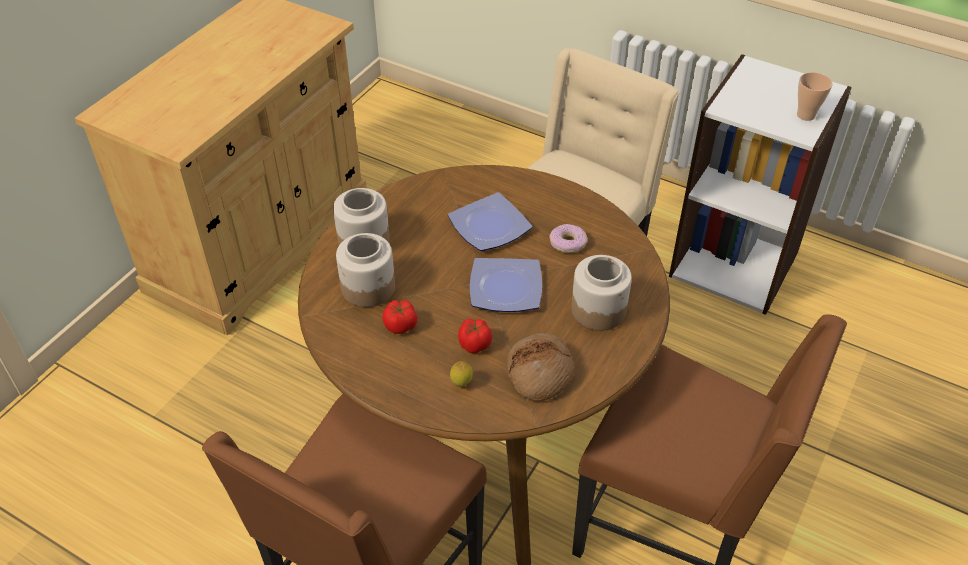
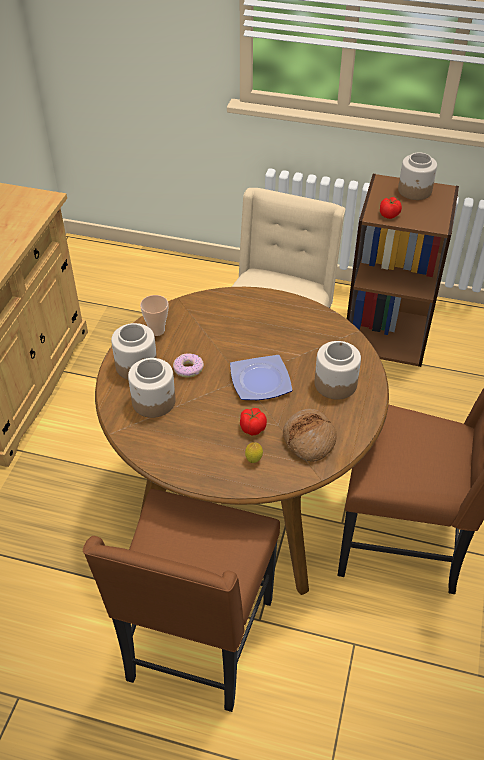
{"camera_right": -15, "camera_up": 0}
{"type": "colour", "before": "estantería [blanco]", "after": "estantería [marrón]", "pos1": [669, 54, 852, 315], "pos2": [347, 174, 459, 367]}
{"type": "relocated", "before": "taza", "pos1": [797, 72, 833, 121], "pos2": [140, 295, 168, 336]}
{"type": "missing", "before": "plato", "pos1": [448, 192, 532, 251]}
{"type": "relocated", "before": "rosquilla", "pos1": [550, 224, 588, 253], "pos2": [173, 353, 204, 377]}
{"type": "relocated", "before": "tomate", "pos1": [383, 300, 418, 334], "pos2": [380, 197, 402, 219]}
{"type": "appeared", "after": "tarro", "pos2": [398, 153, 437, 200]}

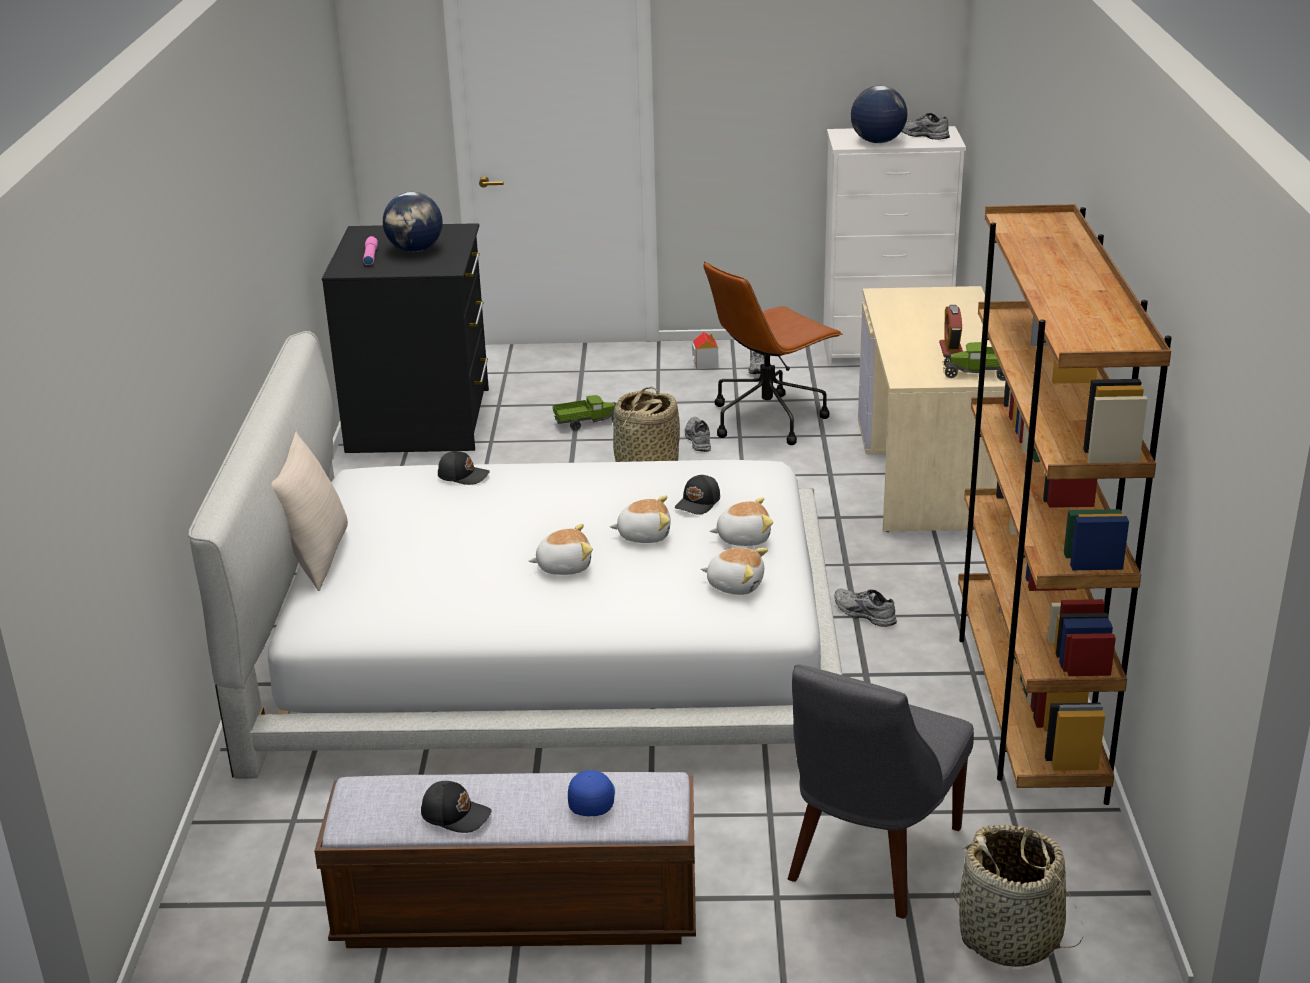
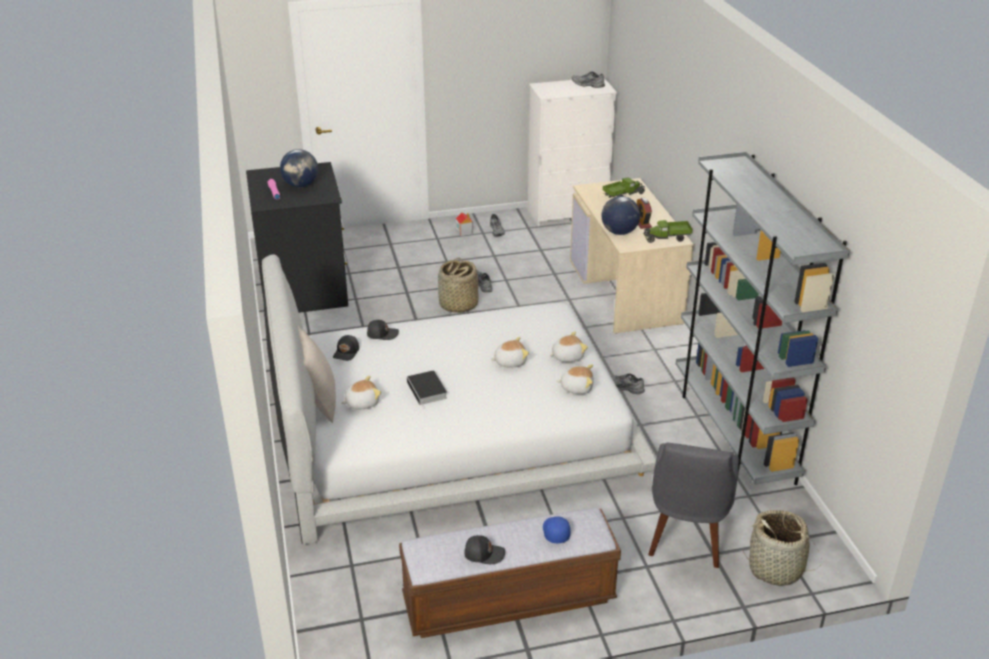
{"camera_right": -15, "camera_up": 5}
{"type": "relocated", "before": "globo terráqueo", "pos1": [851, 86, 907, 143], "pos2": [601, 196, 640, 235]}
{"type": "colour", "before": "estantería [marrón]", "after": "estantería [gris]", "pos1": [958, 204, 1172, 805], "pos2": [676, 152, 850, 485]}
{"type": "missing", "before": "silla de oficina [marrón]", "pos1": [703, 261, 842, 445]}
{"type": "relocated", "before": "camión de juguete", "pos1": [553, 395, 616, 431], "pos2": [603, 177, 645, 198]}
{"type": "relocated", "before": "gorra [negro]", "pos1": [675, 475, 720, 515], "pos2": [333, 335, 359, 361]}
{"type": "relocated", "before": "peluche", "pos1": [529, 524, 593, 575], "pos2": [342, 376, 381, 409]}
{"type": "appeared", "after": "libro", "pos2": [407, 370, 447, 408]}

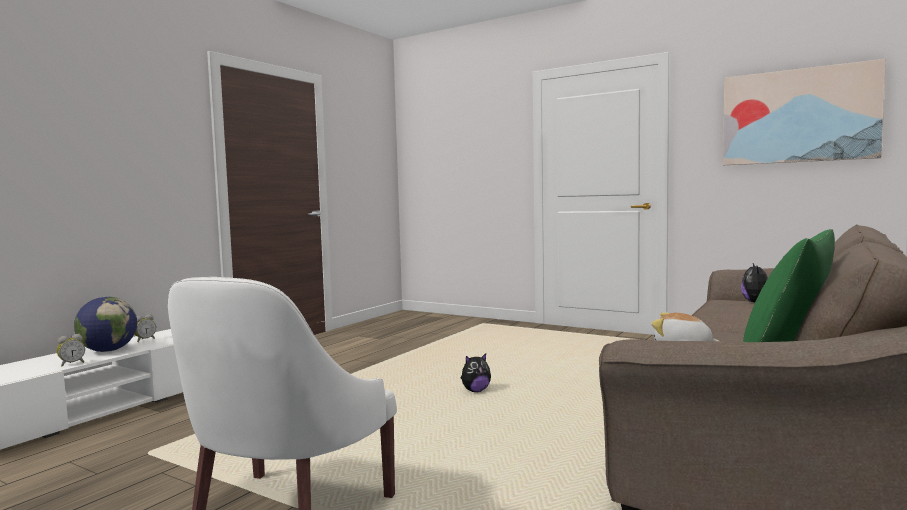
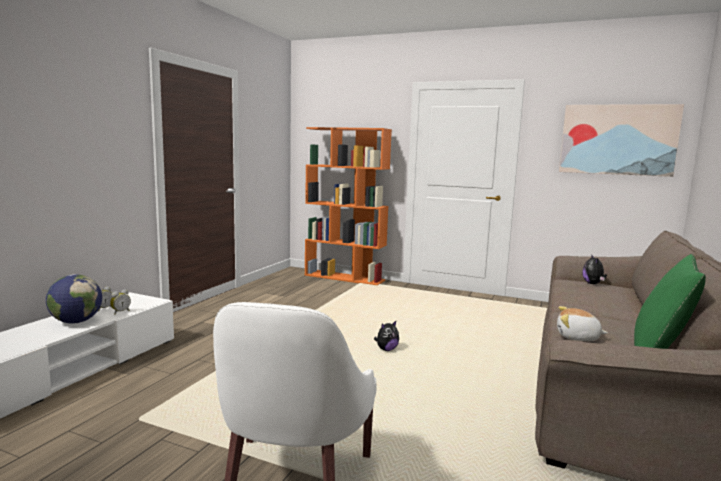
{"camera_right": -10, "camera_up": 5}
{"type": "relocated", "before": "despertador", "pos1": [57, 334, 85, 366], "pos2": [110, 289, 131, 314]}
{"type": "appeared", "after": "estantería [naranja]", "pos2": [305, 127, 392, 285]}

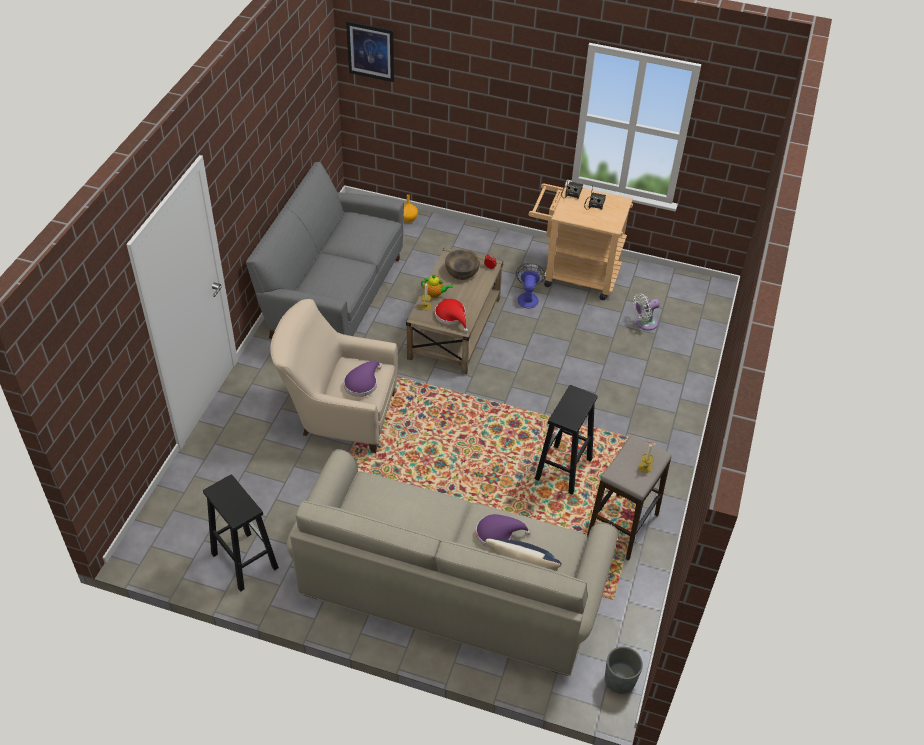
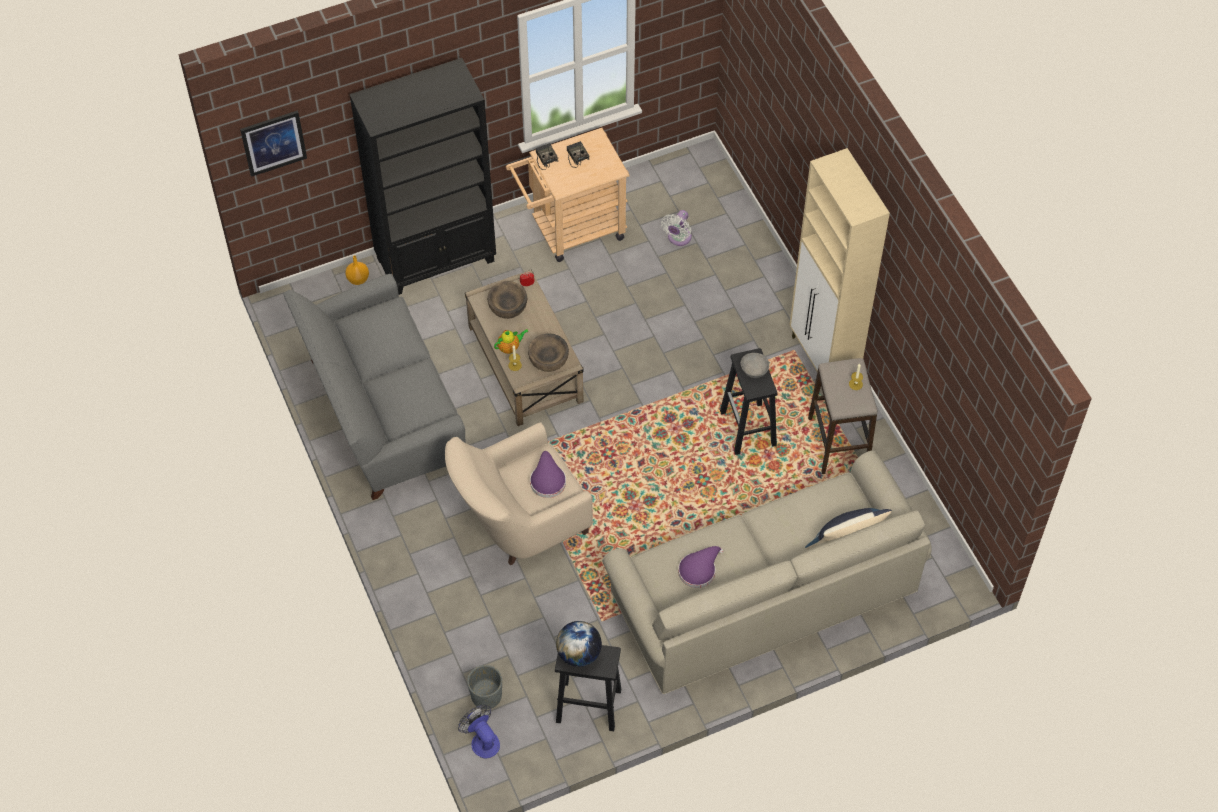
{"camera_right": -40, "camera_up": 10}
{"type": "relocated", "before": "ventilador", "pos1": [516, 263, 545, 308], "pos2": [458, 705, 500, 758]}
{"type": "exchanged", "before": "sombrero [rojo]", "after": "cuenco [marrón]", "pos1": [435, 299, 468, 333], "pos2": [528, 333, 569, 372]}
{"type": "relocated", "before": "sombrero [morado]", "pos1": [476, 514, 531, 548], "pos2": [678, 546, 723, 588]}
{"type": "relocated", "before": "maceta [gris]", "pos1": [605, 647, 643, 694], "pos2": [467, 665, 502, 709]}
{"type": "appeared", "after": "estantería [negro]", "pos2": [349, 58, 496, 295]}
{"type": "appeared", "after": "armario [beis]", "pos2": [789, 148, 890, 372]}
{"type": "appeared", "after": "cuenco [gris]", "pos2": [741, 353, 769, 378]}
{"type": "appeared", "after": "globo terráqueo", "pos2": [556, 621, 602, 667]}

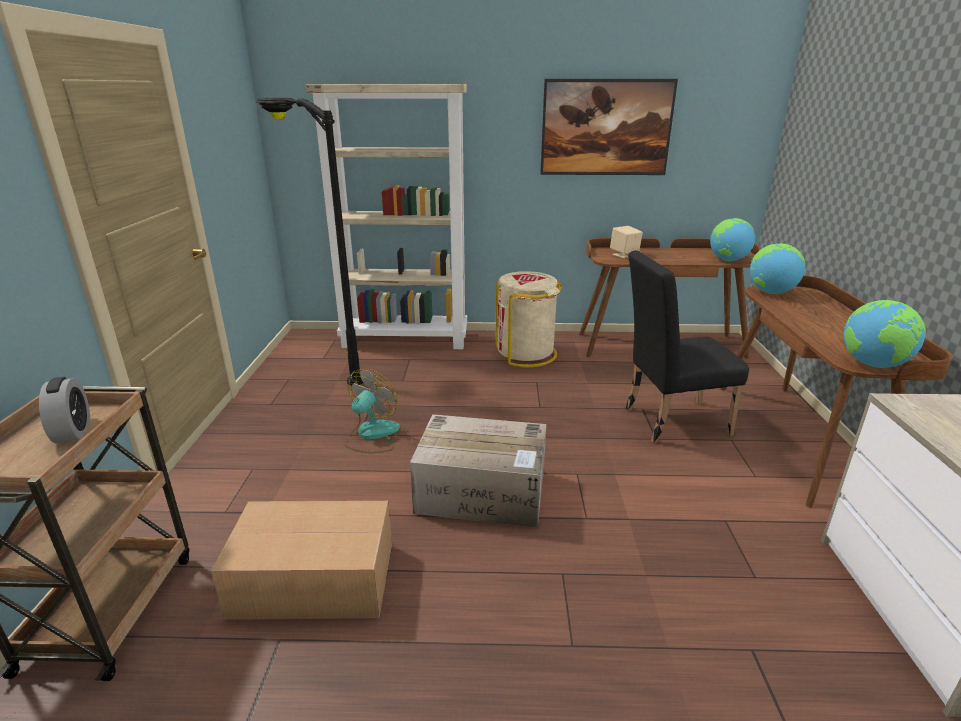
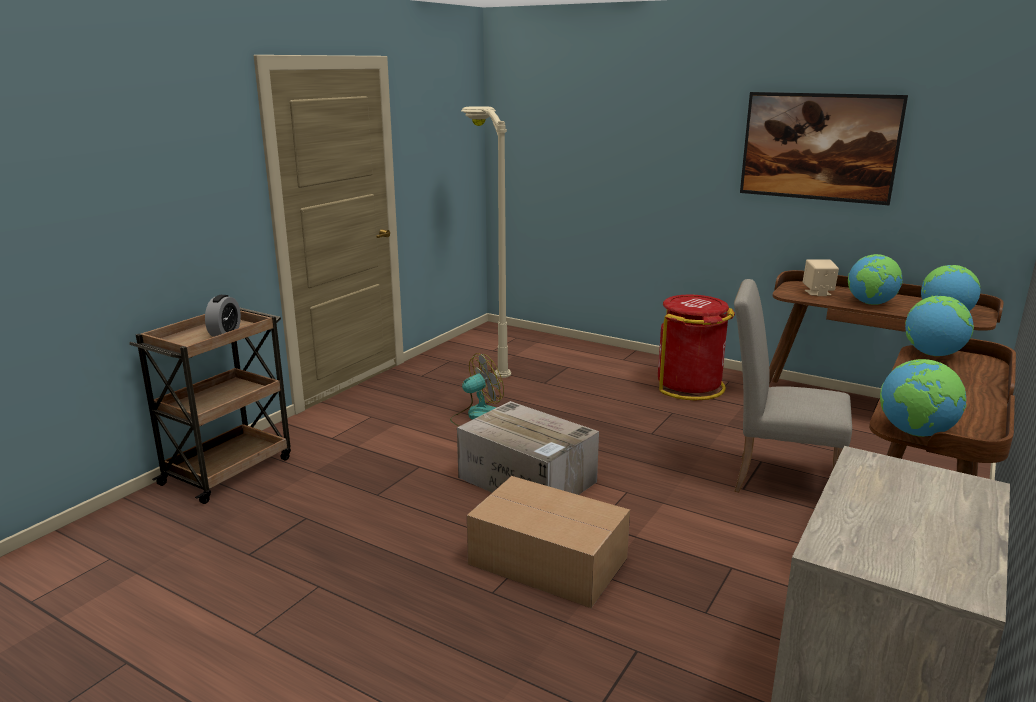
{"camera_right": 30, "camera_up": -5}
{"type": "missing", "before": "estantería [beis]", "pos1": [306, 84, 467, 349]}
{"type": "colour", "before": "lámpara de pie [negro]", "after": "lámpara de pie [beis]", "pos1": [256, 98, 363, 385], "pos2": [461, 106, 511, 378]}
{"type": "colour", "before": "silla [negro]", "after": "silla [beis]", "pos1": [626, 250, 749, 444], "pos2": [734, 279, 852, 492]}
{"type": "colour", "before": "papelera [beis]", "after": "papelera [rojo]", "pos1": [495, 271, 562, 368], "pos2": [658, 295, 735, 400]}
{"type": "relocated", "before": "caja de cartón", "pos1": [211, 501, 392, 620], "pos2": [467, 476, 630, 608]}
{"type": "appeared", "after": "globo terráqueo", "pos2": [848, 254, 902, 305]}

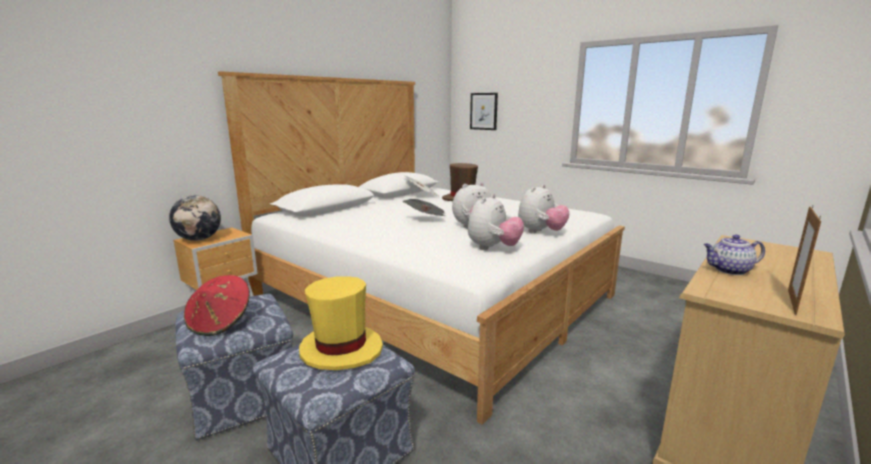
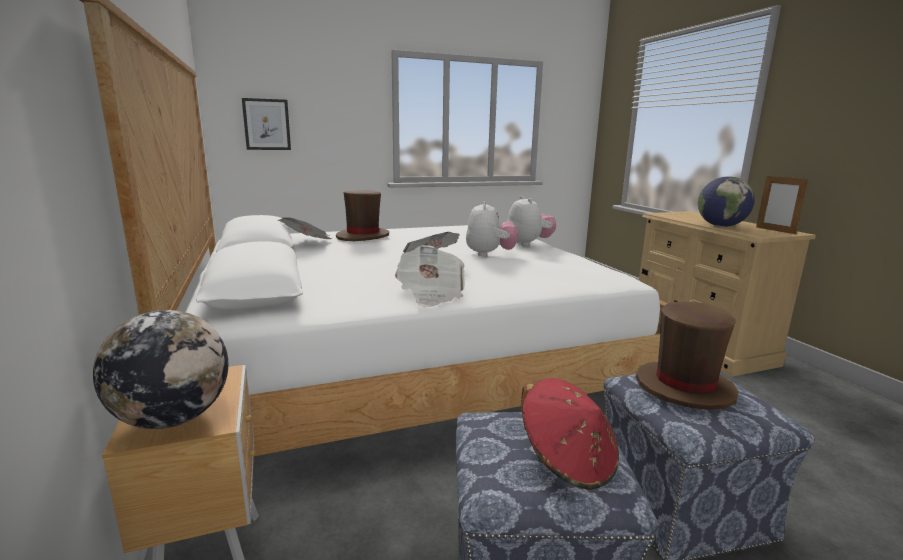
{"camera_right": -60, "camera_up": 0}
{"type": "missing", "before": "peluche", "pos1": [468, 194, 524, 250]}
{"type": "exchanged", "before": "tetera", "after": "globo terráqueo", "pos1": [704, 235, 765, 275], "pos2": [698, 176, 755, 227]}
{"type": "colour", "before": "sombrero [amarillo]", "after": "sombrero [marrón]", "pos1": [299, 276, 383, 370], "pos2": [636, 301, 739, 410]}
{"type": "appeared", "after": "periódico", "pos2": [395, 245, 465, 307]}

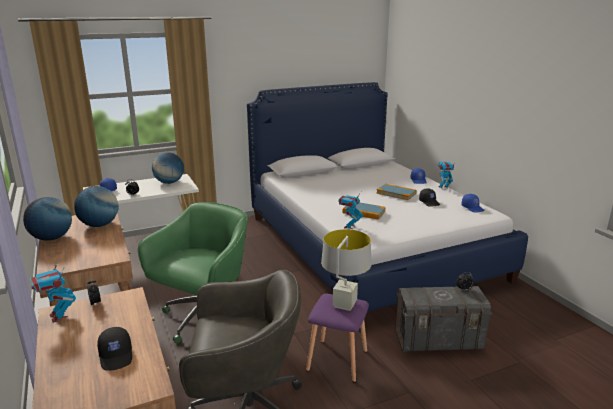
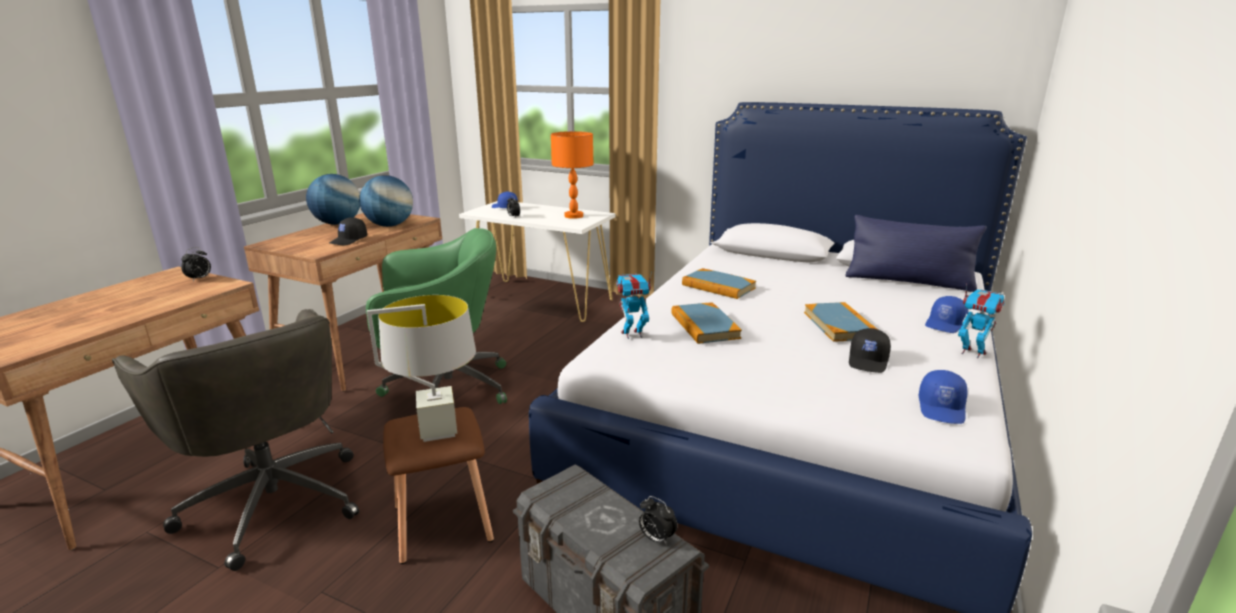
{"camera_right": 50, "camera_up": 0}
{"type": "exchanged", "before": "globo terráqueo", "after": "lámpara de mesa [naranja]", "pos1": [152, 152, 184, 184], "pos2": [551, 131, 593, 219]}
{"type": "missing", "before": "robot de juguete", "pos1": [30, 259, 76, 323]}
{"type": "colour", "before": "taburete [morado]", "after": "taburete [marrón]", "pos1": [306, 294, 369, 382], "pos2": [383, 407, 494, 564]}
{"type": "relocated", "before": "gorra [negro]", "pos1": [97, 327, 132, 371], "pos2": [329, 217, 367, 245]}
{"type": "appeared", "after": "cojín [azul]", "pos2": [845, 215, 987, 292]}
{"type": "appeared", "after": "libro", "pos2": [682, 268, 756, 299]}

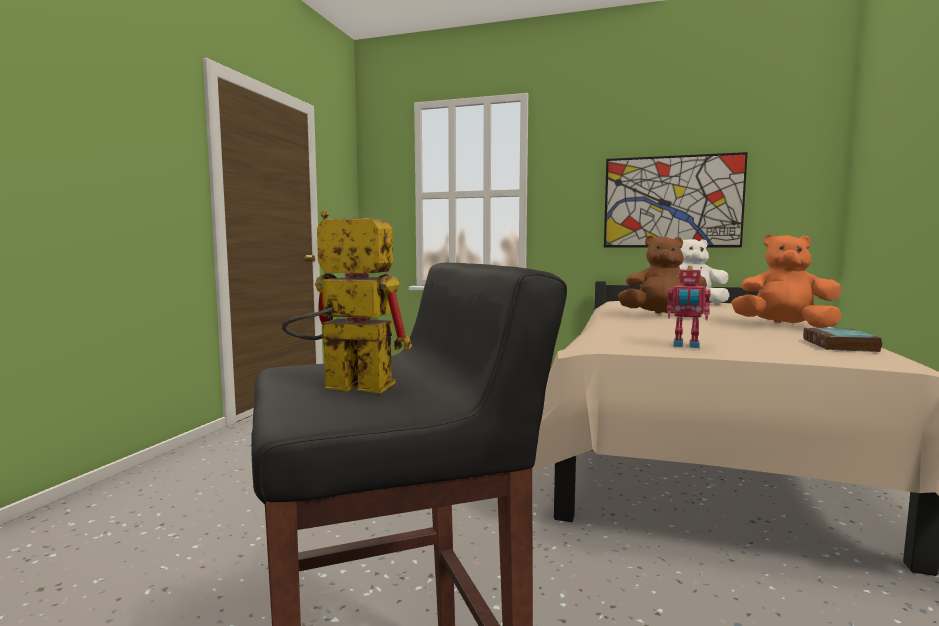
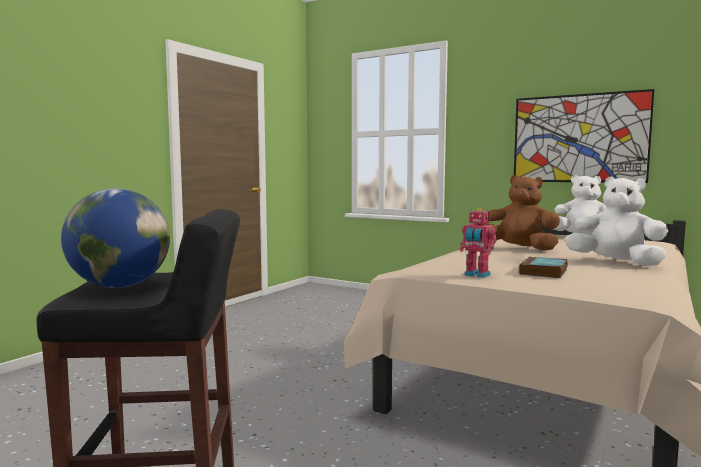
{"camera_right": 15, "camera_up": 0}
{"type": "exchanged", "before": "robot de juguete", "after": "globo terráqueo", "pos1": [282, 210, 412, 394], "pos2": [61, 189, 170, 288]}
{"type": "colour", "before": "peluche [naranja]", "after": "peluche [blanco]", "pos1": [732, 234, 842, 328], "pos2": [564, 176, 668, 266]}
{"type": "relocated", "before": "libro", "pos1": [803, 327, 882, 352], "pos2": [519, 257, 568, 278]}

